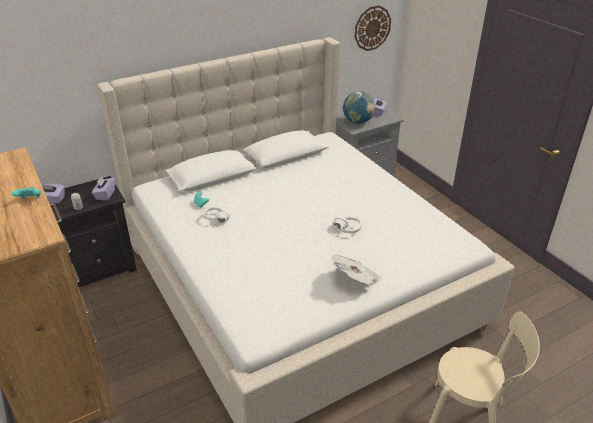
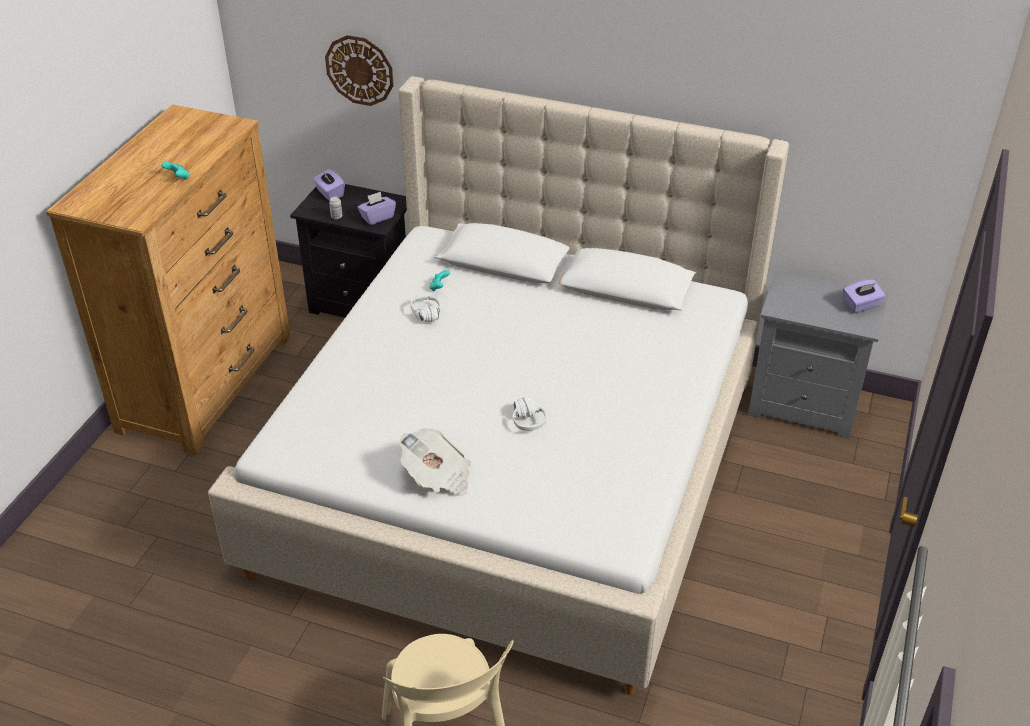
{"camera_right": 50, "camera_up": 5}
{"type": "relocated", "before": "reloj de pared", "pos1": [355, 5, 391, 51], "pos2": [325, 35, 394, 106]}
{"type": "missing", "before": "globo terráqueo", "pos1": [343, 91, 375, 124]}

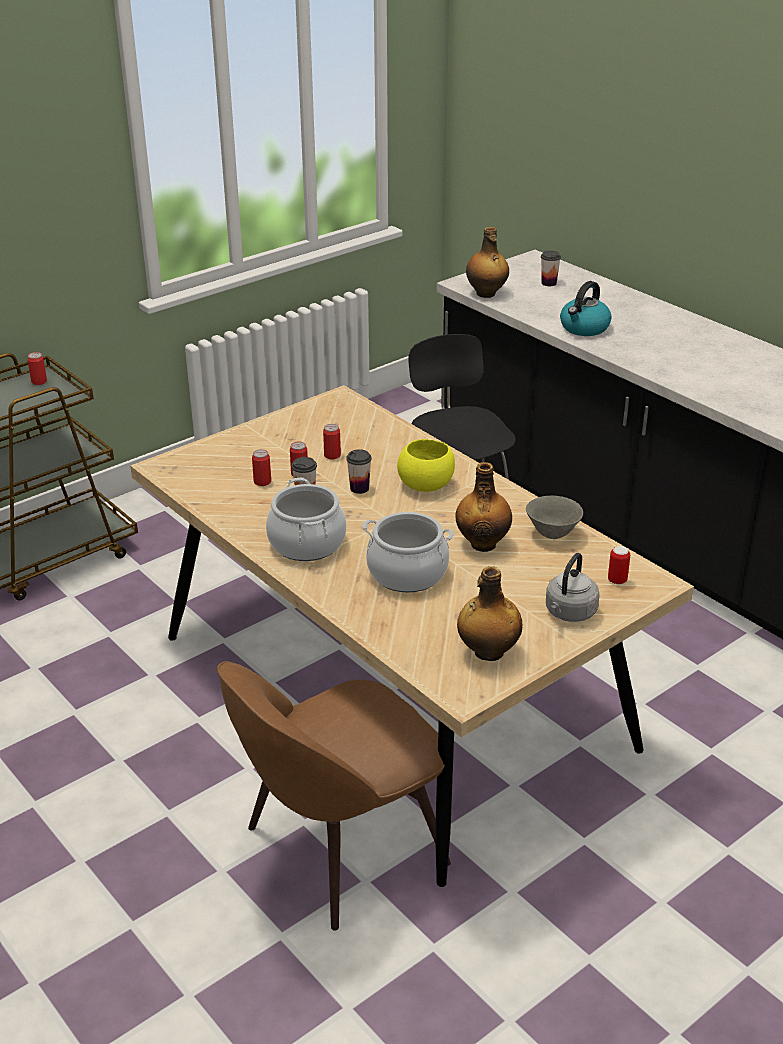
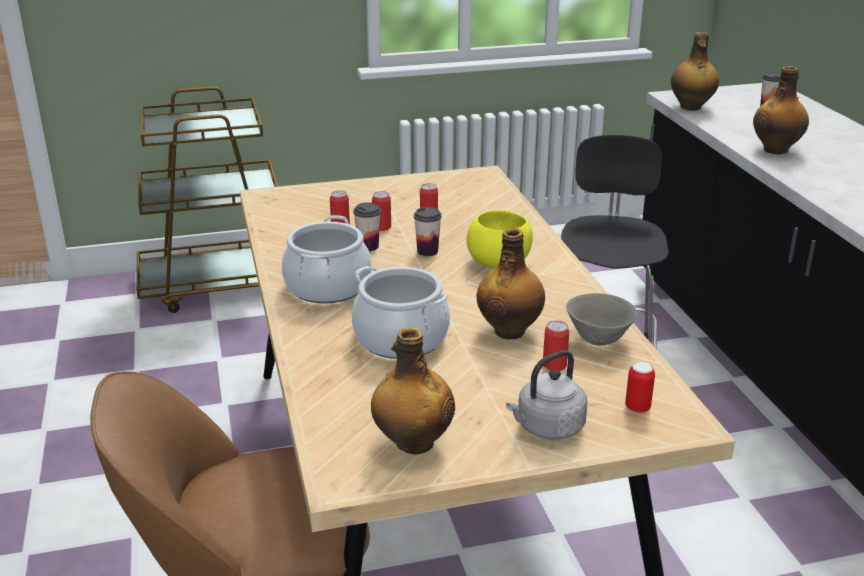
{"camera_right": 25, "camera_up": -5}
{"type": "exchanged", "before": "hervidor", "after": "botella", "pos1": [560, 281, 612, 336], "pos2": [753, 66, 809, 154]}
{"type": "relocated", "before": "lata", "pos1": [27, 352, 47, 385], "pos2": [543, 320, 569, 371]}

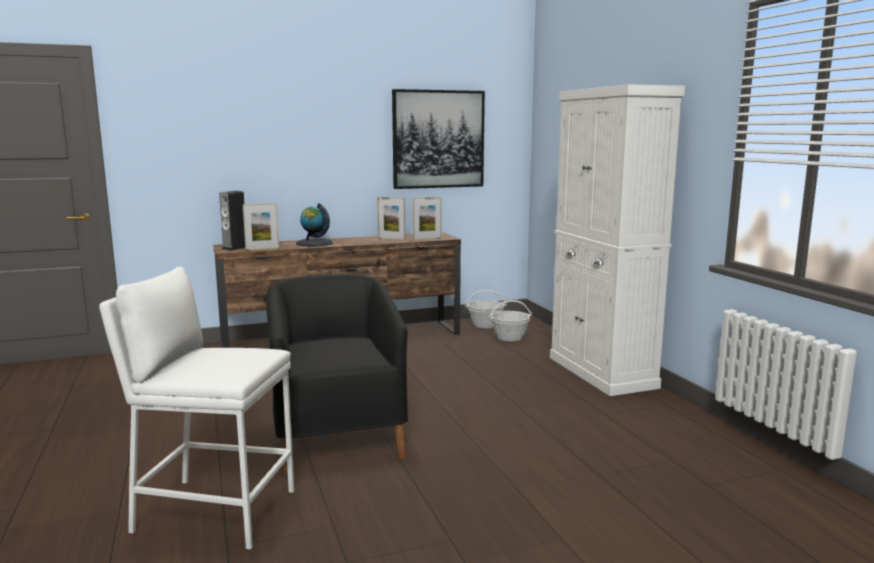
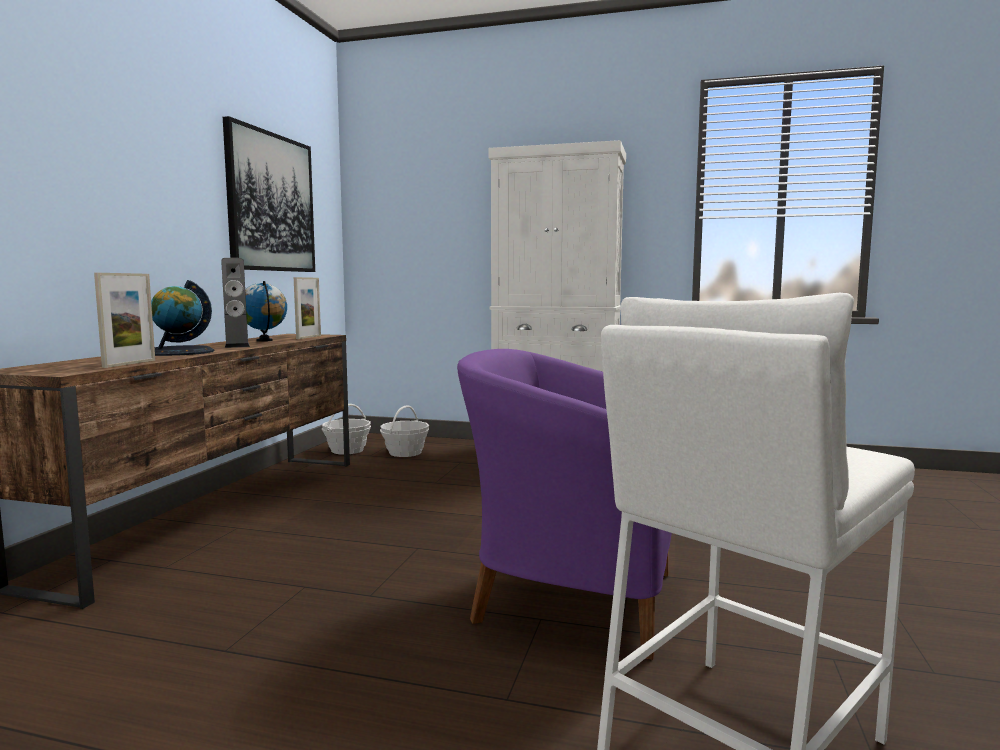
{"camera_right": -55, "camera_up": -5}
{"type": "relocated", "before": "altavoz", "pos1": [219, 191, 245, 251], "pos2": [221, 258, 250, 348]}
{"type": "exchanged", "before": "portarretratos", "after": "globo terráqueo", "pos1": [377, 197, 405, 240], "pos2": [245, 281, 287, 342]}
{"type": "colour", "before": "sillón [negro]", "after": "sillón [morado]", "pos1": [266, 274, 408, 476], "pos2": [457, 349, 672, 660]}

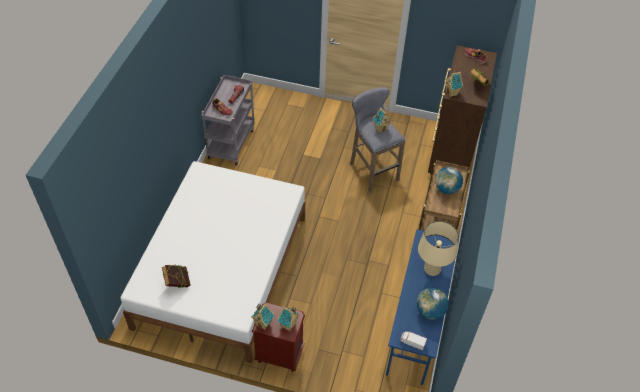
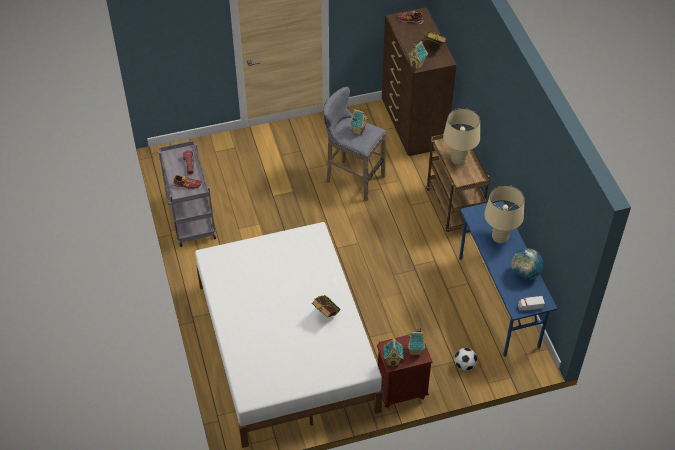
{"camera_right": -30, "camera_up": 0}
{"type": "exchanged", "before": "globo terráqueo", "after": "lámpara de mesa [beis]", "pos1": [435, 167, 463, 194], "pos2": [443, 108, 480, 165]}
{"type": "relocated", "before": "libro", "pos1": [162, 265, 190, 288], "pos2": [312, 295, 340, 318]}
{"type": "appeared", "after": "balón de fútbol", "pos2": [454, 348, 477, 371]}

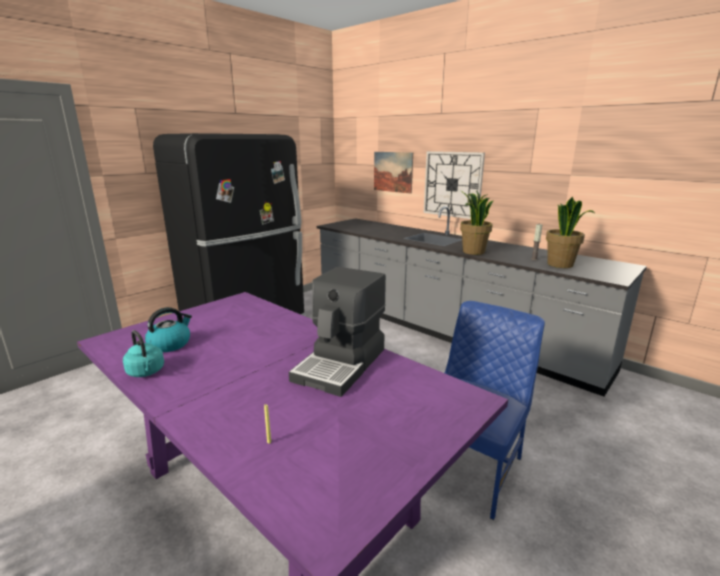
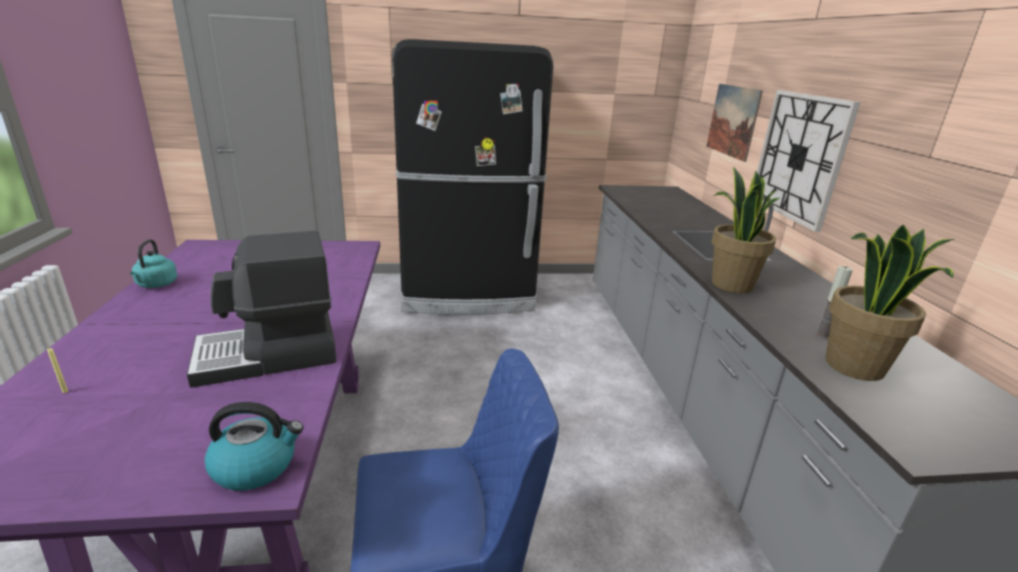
{"camera_right": 40, "camera_up": 5}
{"type": "relocated", "before": "hervidor", "pos1": [145, 307, 192, 352], "pos2": [205, 402, 304, 491]}

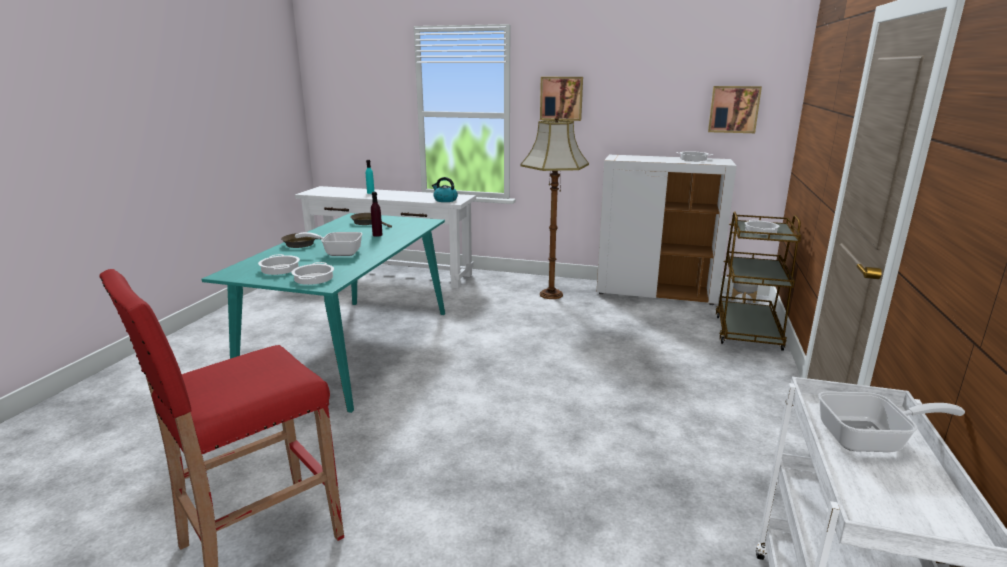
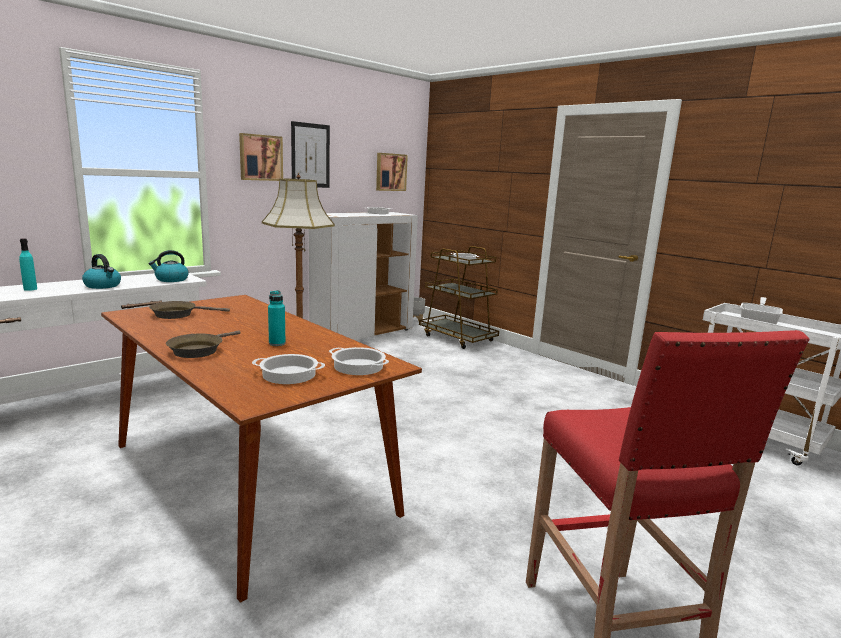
{"camera_right": -60, "camera_up": -5}
{"type": "missing", "before": "botella [morado]", "pos1": [371, 192, 383, 237]}
{"type": "colour", "before": "mesa de comedor [turquesa]", "after": "mesa de comedor [marrón]", "pos1": [202, 213, 445, 413], "pos2": [101, 295, 422, 603]}
{"type": "exchanged", "before": "sartén", "after": "botella [turquesa]", "pos1": [295, 232, 363, 256], "pos2": [268, 290, 285, 346]}
{"type": "appeared", "after": "cuadro", "pos2": [291, 121, 330, 188]}
{"type": "appeared", "after": "hervidor", "pos2": [82, 254, 121, 289]}

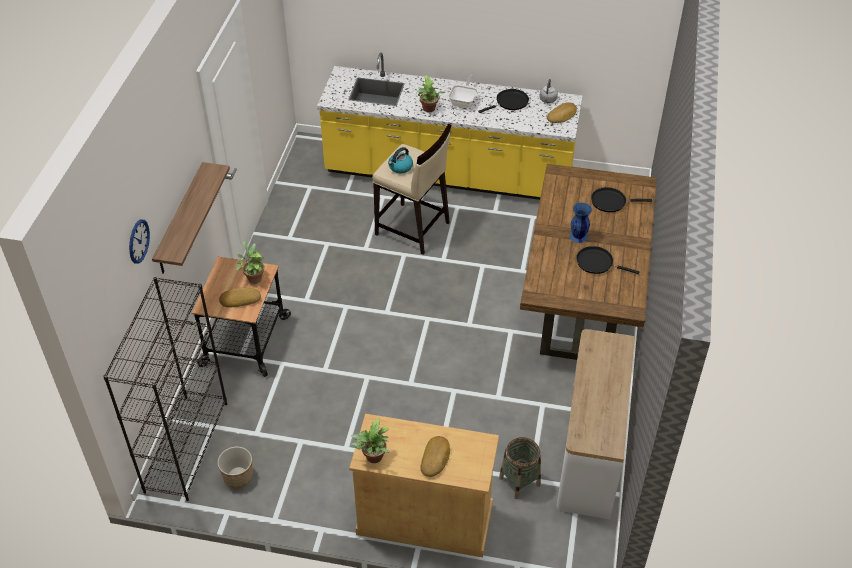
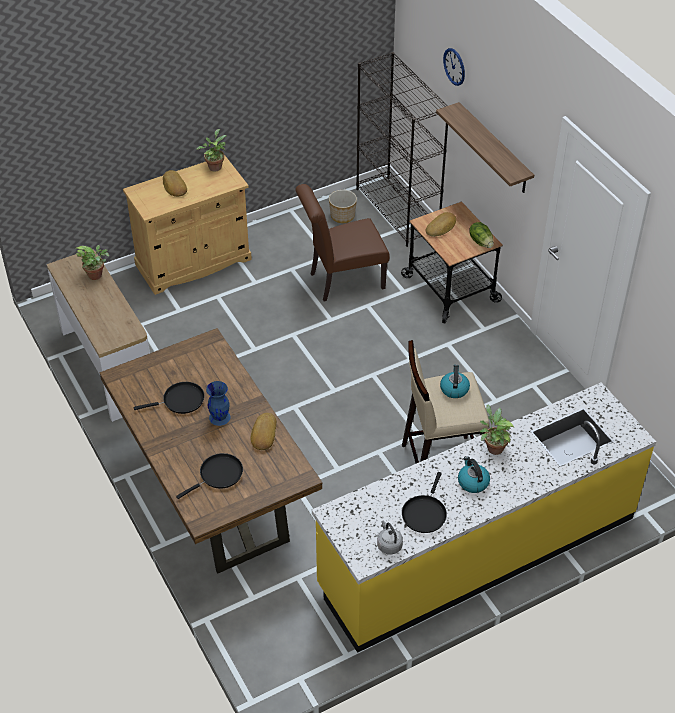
{"camera_right": 140, "camera_up": 0}
{"type": "exchanged", "before": "sartén", "after": "hervidor", "pos1": [448, 75, 478, 108], "pos2": [458, 456, 490, 493]}
{"type": "relocated", "before": "pan", "pos1": [547, 102, 577, 123], "pos2": [251, 413, 277, 450]}
{"type": "relocated", "before": "planta en maceta", "pos1": [236, 241, 265, 284], "pos2": [75, 245, 109, 280]}
{"type": "missing", "before": "cesta", "pos1": [499, 437, 541, 499]}
{"type": "appeared", "after": "silla [marrón]", "pos2": [295, 184, 390, 302]}
{"type": "appeared", "after": "lechuga", "pos2": [469, 222, 494, 248]}

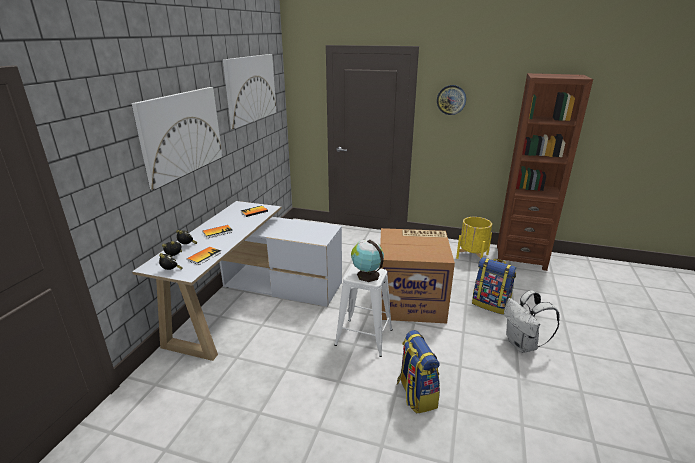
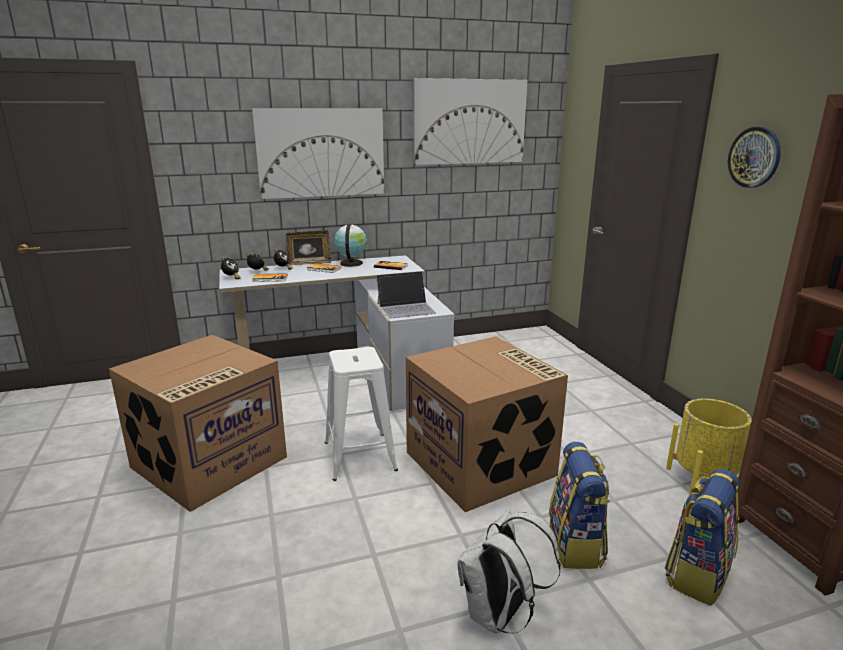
{"camera_right": 55, "camera_up": -5}
{"type": "relocated", "before": "globo terráqueo", "pos1": [351, 239, 384, 282], "pos2": [334, 224, 367, 267]}
{"type": "relocated", "before": "mochila", "pos1": [397, 330, 440, 414], "pos2": [665, 468, 740, 606]}
{"type": "appeared", "after": "portarretratos", "pos2": [286, 230, 331, 265]}
{"type": "appeared", "after": "portátil", "pos2": [376, 271, 436, 319]}
{"type": "appeared", "after": "caja de cartón", "pos2": [109, 335, 287, 512]}

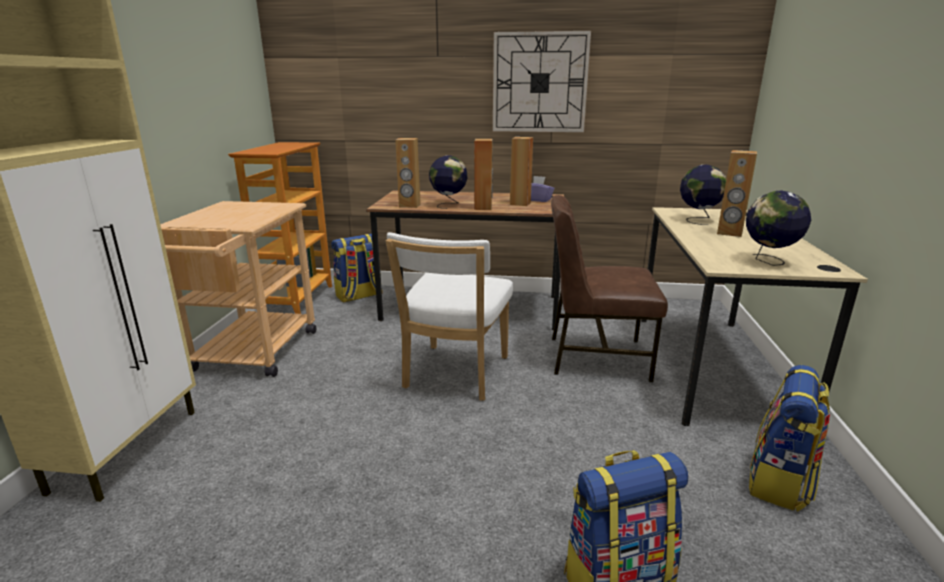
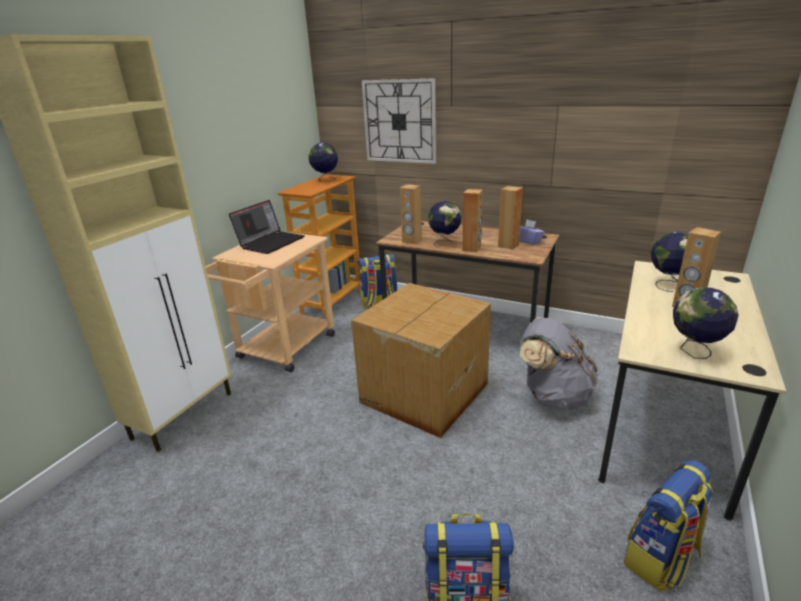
{"camera_right": 20, "camera_up": 5}
{"type": "relocated", "before": "reloj de pared", "pos1": [493, 31, 591, 132], "pos2": [362, 78, 436, 164]}
{"type": "exchanged", "before": "silla [marrón]", "after": "mochila [gris]", "pos1": [551, 195, 668, 382], "pos2": [520, 317, 598, 410]}
{"type": "exchanged", "before": "silla [blanco]", "after": "caja de cartón", "pos1": [386, 232, 513, 401], "pos2": [351, 283, 491, 438]}
{"type": "appeared", "after": "globo terráqueo", "pos2": [309, 143, 338, 182]}
{"type": "appeared", "after": "portátil", "pos2": [229, 200, 304, 254]}

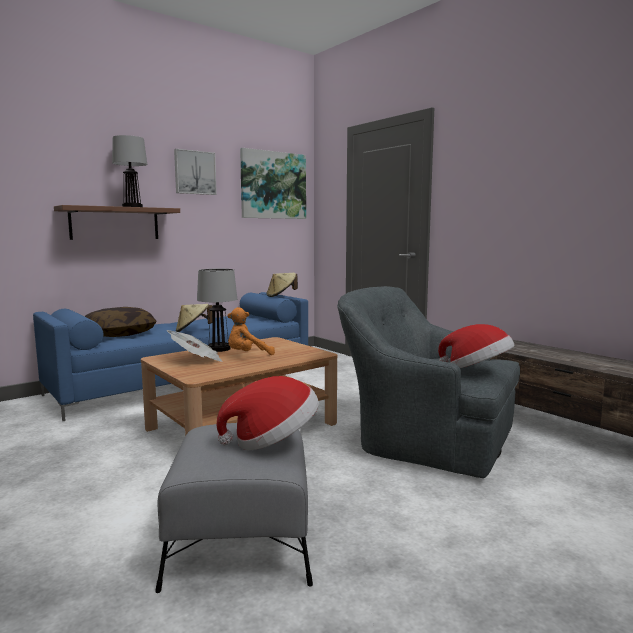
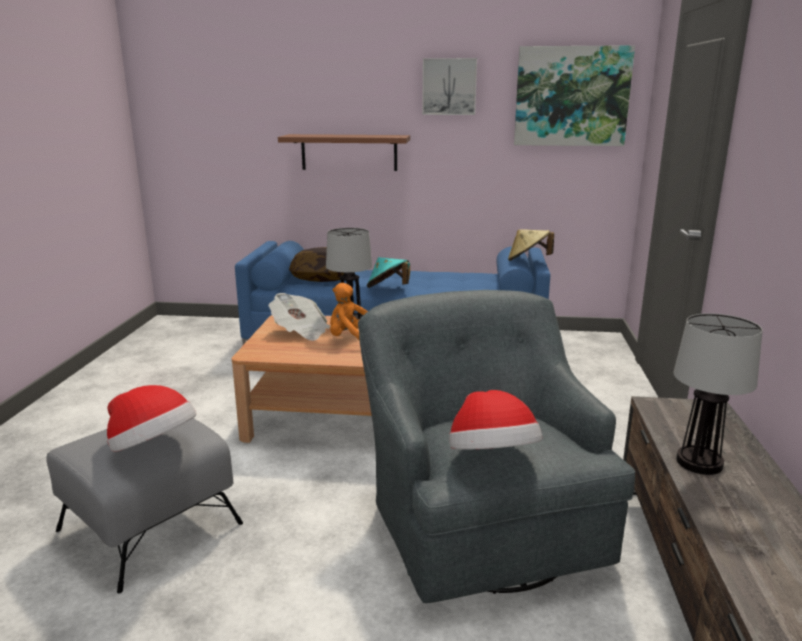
{"camera_right": 45, "camera_up": 10}
{"type": "relocated", "before": "lámpara de mesa", "pos1": [112, 135, 147, 207], "pos2": [674, 313, 763, 475]}
{"type": "colour", "before": "sombrero [beis]", "after": "sombrero [turquesa]", "pos1": [176, 304, 213, 332], "pos2": [367, 257, 410, 288]}

